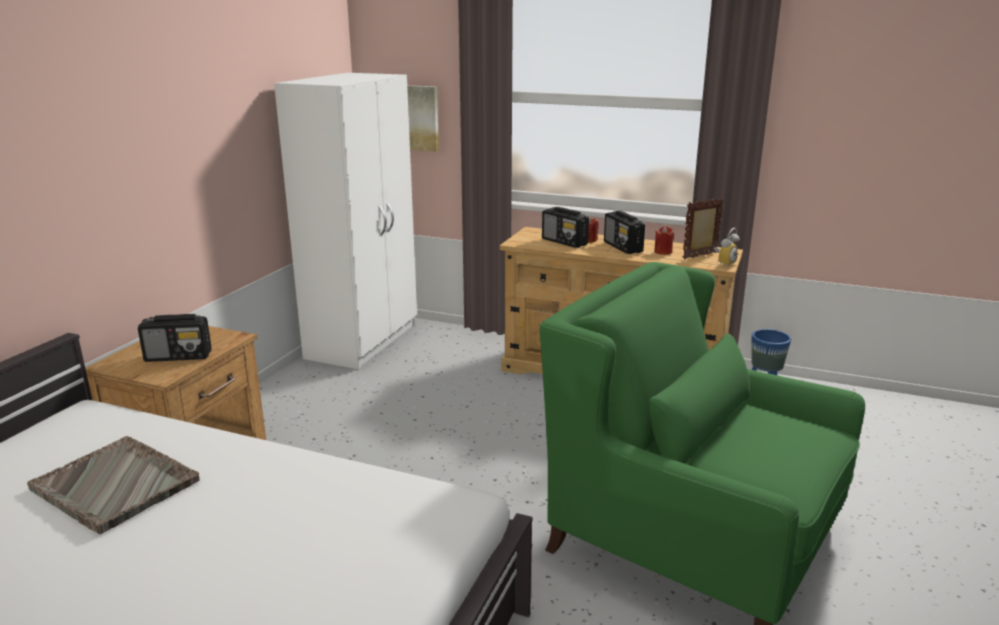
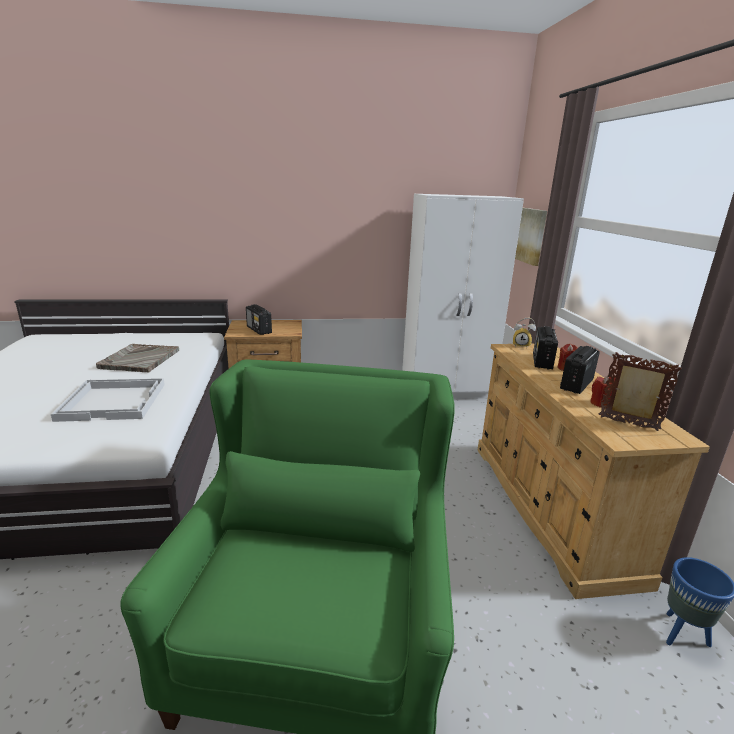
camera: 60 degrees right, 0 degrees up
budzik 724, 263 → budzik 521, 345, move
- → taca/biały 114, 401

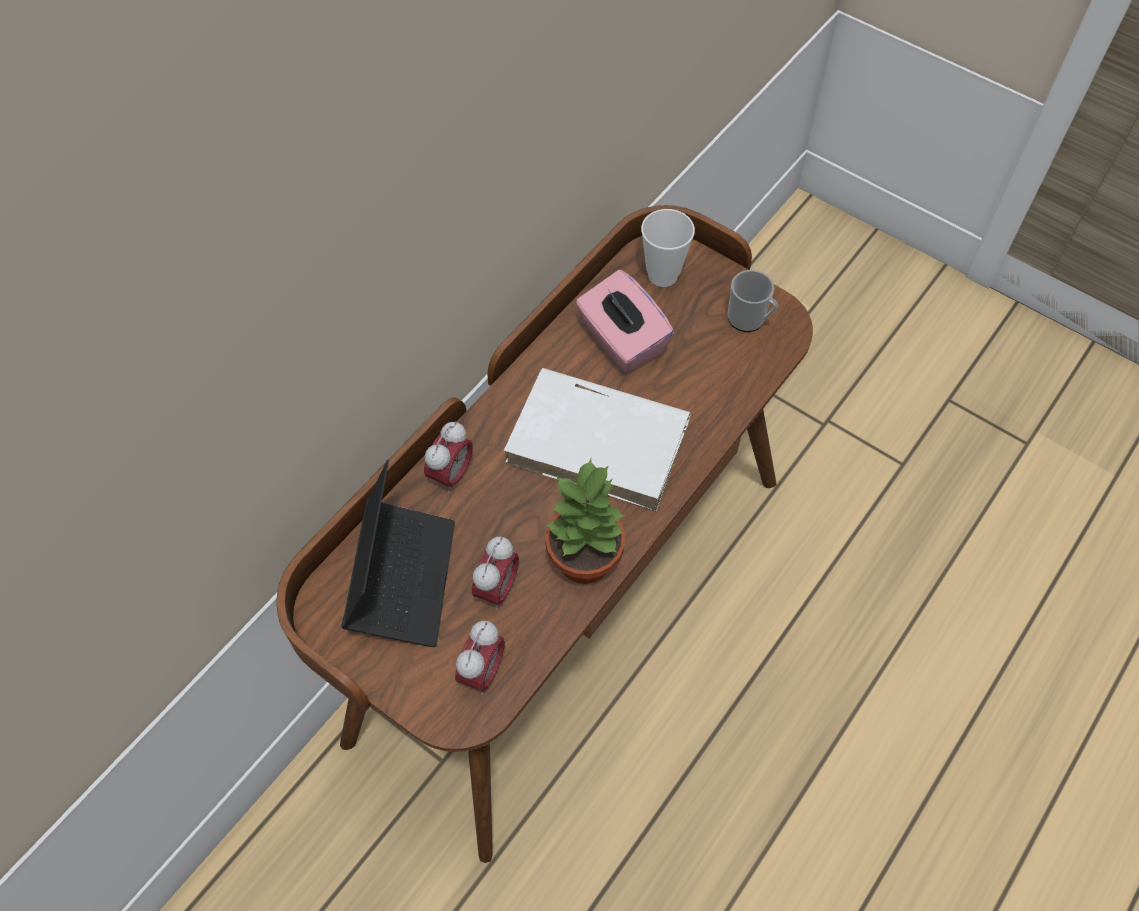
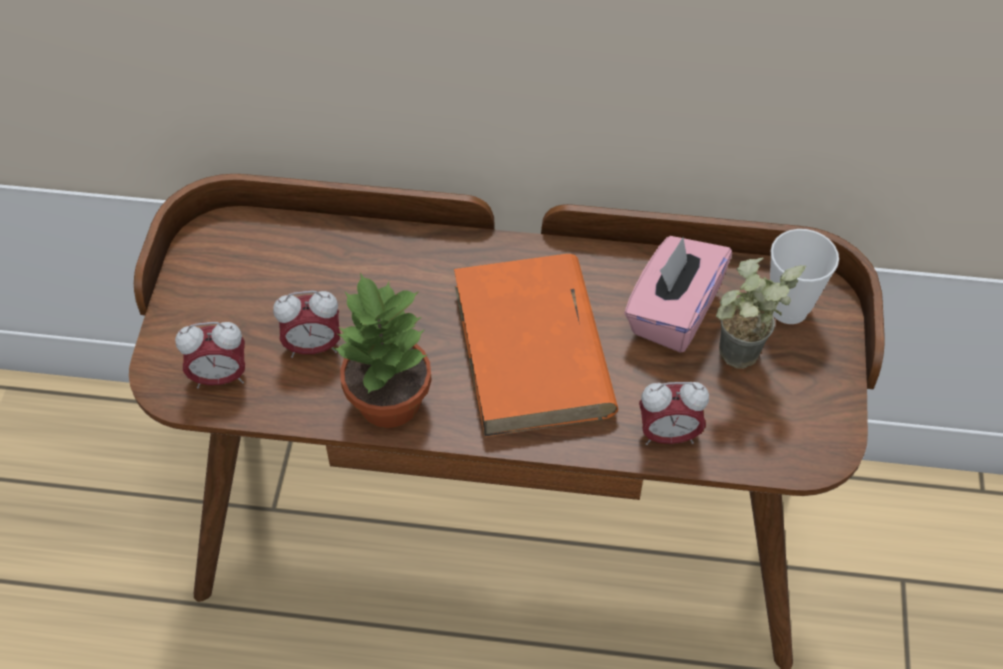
camera: 60 degrees right, 5 degrees down
laptop 402, 579 → -
budzik 451, 474 → budzik 668, 435, move
książka/biały 599, 442 → książka/pomarańczowy 533, 351
kubek 750, 319 → -
- → roślina doniczkowa 736, 364

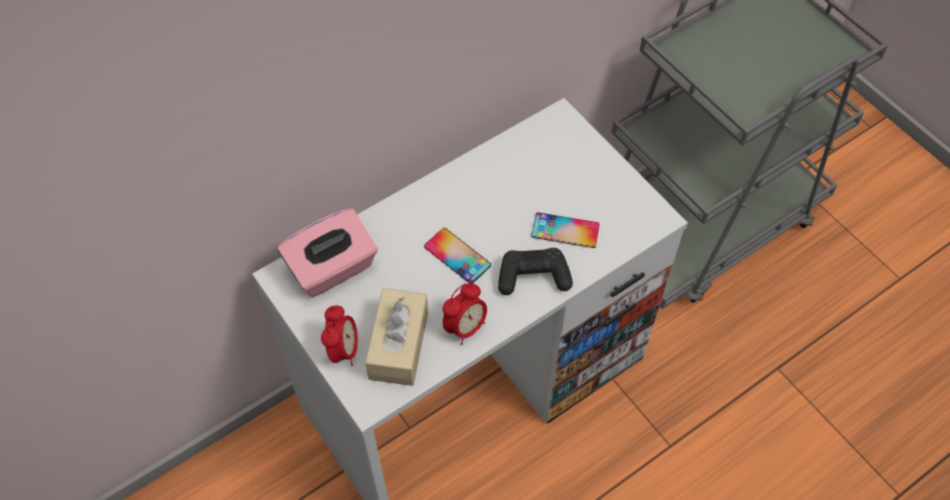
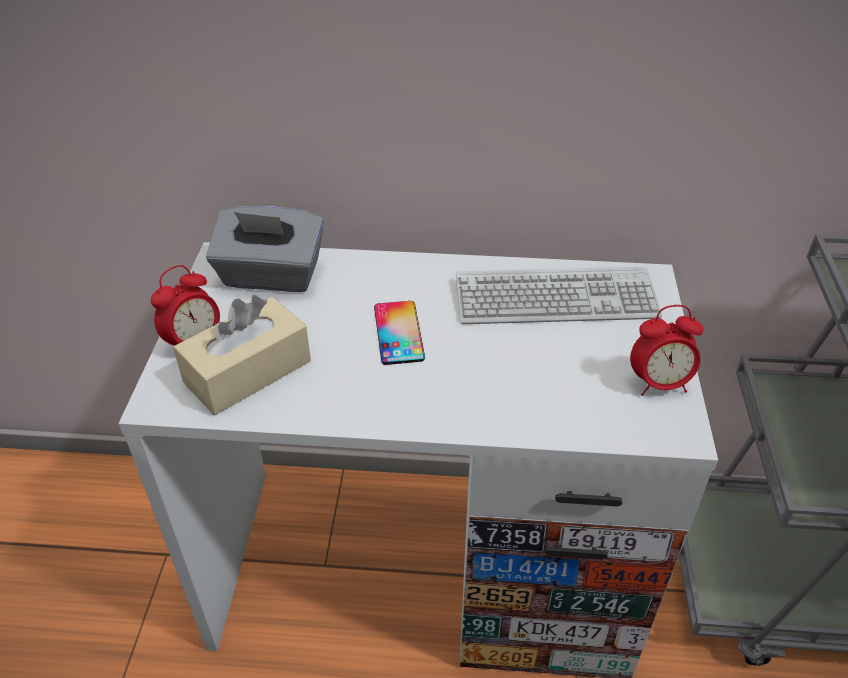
camera: 40 degrees right, 15 degrees down
pudełko chusteczek/różowy 332, 269 → pudełko chusteczek/szary 271, 276
budzik 465, 327 → budzik 659, 384, move
pad do gier/czarny 533, 277 → -
telefon 565, 230 → -
- → klawiatura 555, 299

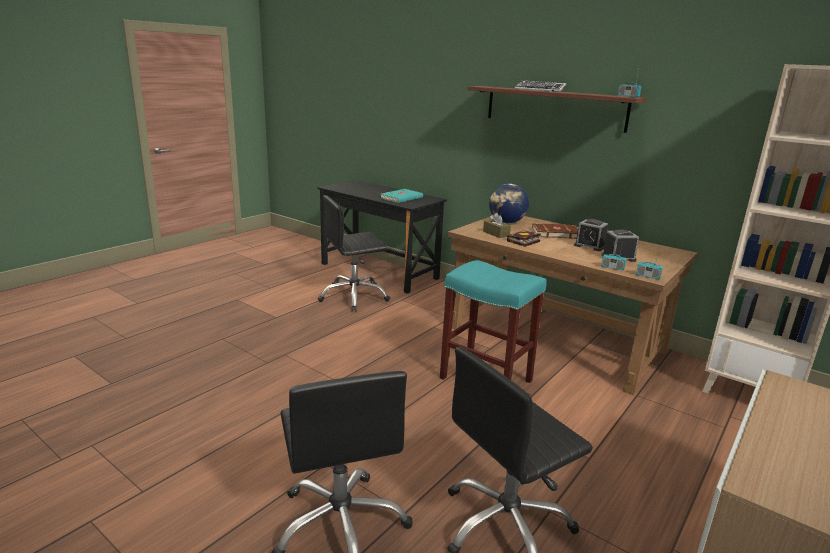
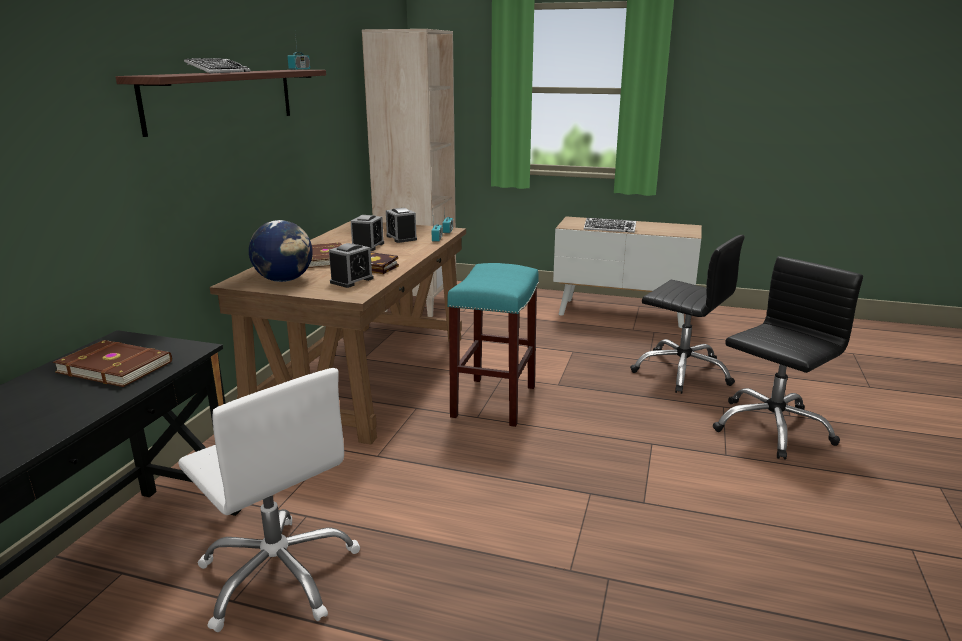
camera: 110 degrees left, 0 degrees up
krzesło biurowe/czarny 354, 297 → krzesło biurowe/biały 279, 574
książka/turkusowy 402, 198 → książka/brązowy 116, 366
pudełko chusteczek/brązowy 496, 233 → budzik 352, 280
- → klawiatura 609, 229

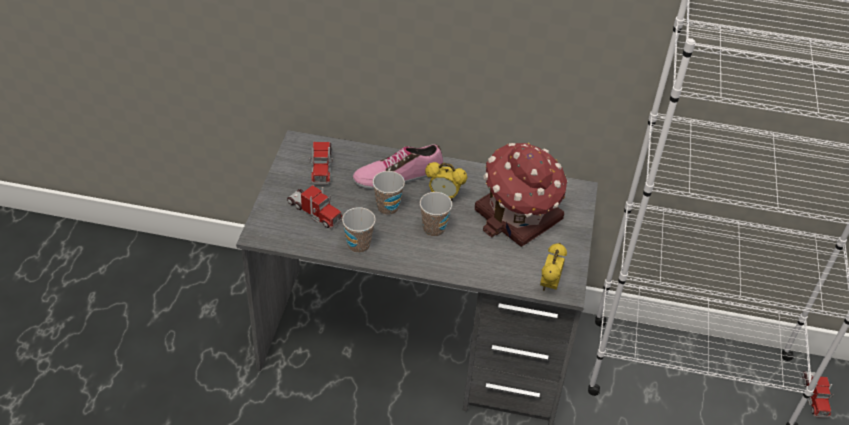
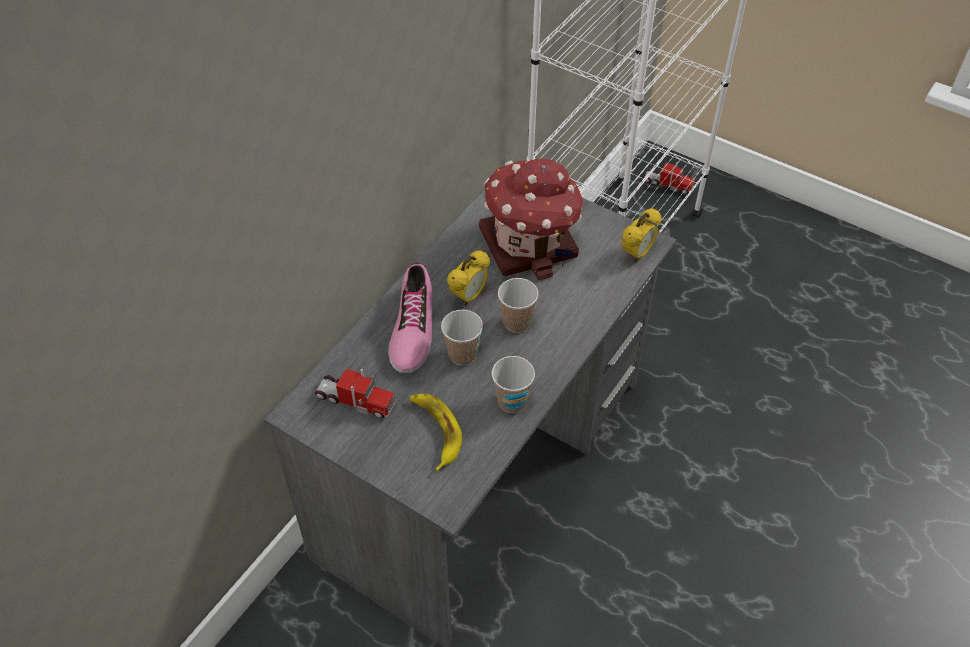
camera: 65 degrees left, 5 degrees up
ciężarówka zabawkowa 314, 212 → banan 435, 431
budzik 549, 284 → budzik 637, 254, 90 degrees counterclockwise

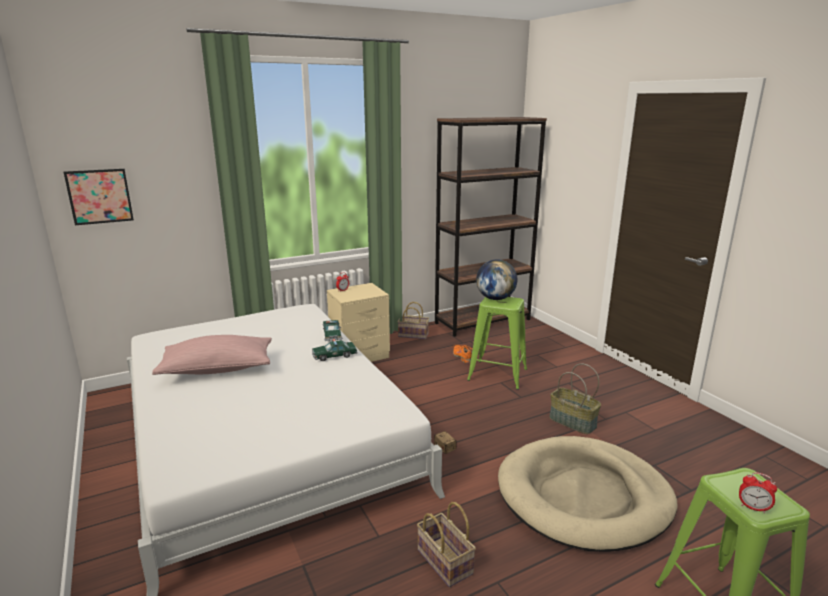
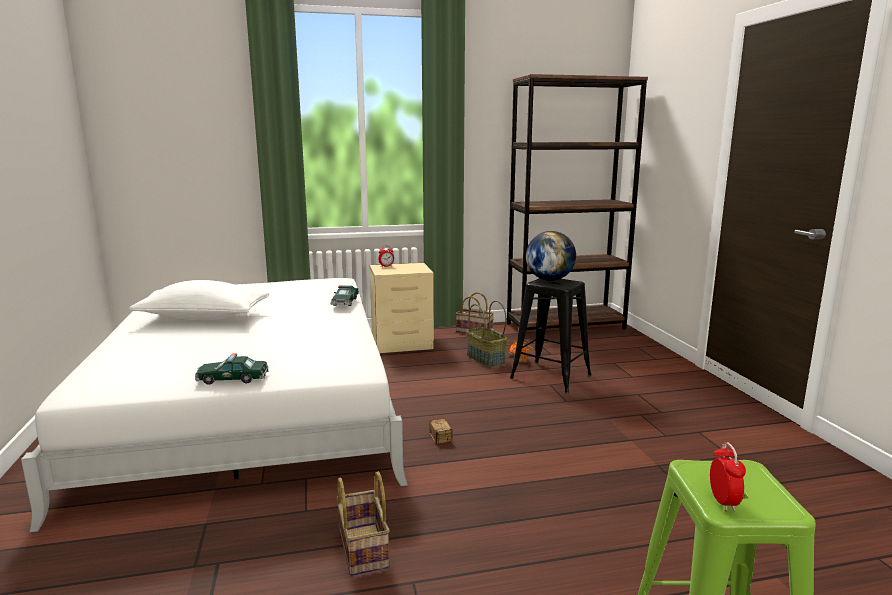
camera: 15 degrees right, 5 degrees down
obraz 99, 196 → -
poduszka/różowy 218, 369 → poduszka/biały 204, 317
samochodzik 334, 356 → samochodzik 233, 379, move
stołek/zielony 497, 374 → stołek/czarny 550, 376
legowisko/beżowy 583, 496 → -
koszyk 572, 422 → koszyk 485, 359, move
budzik 753, 507 → budzik 723, 502, 135 degrees counterclockwise

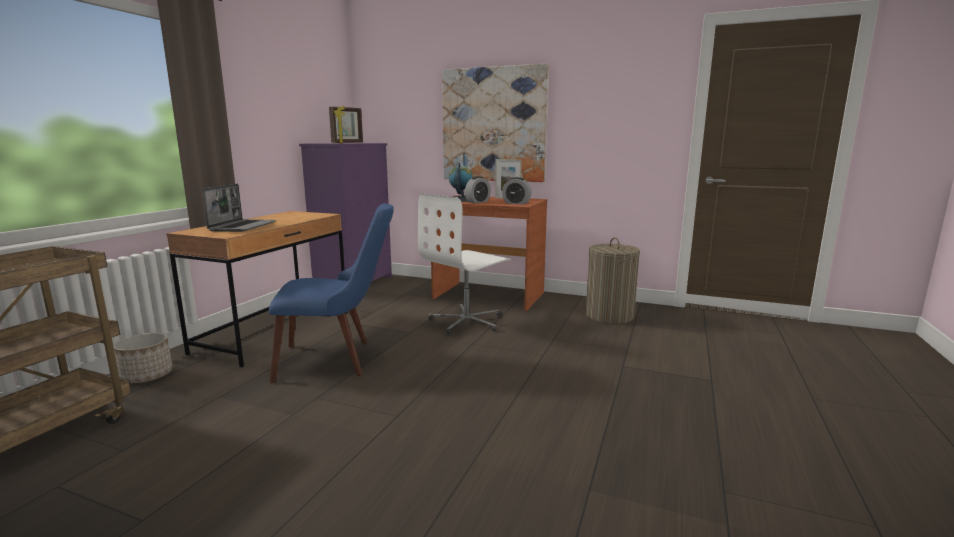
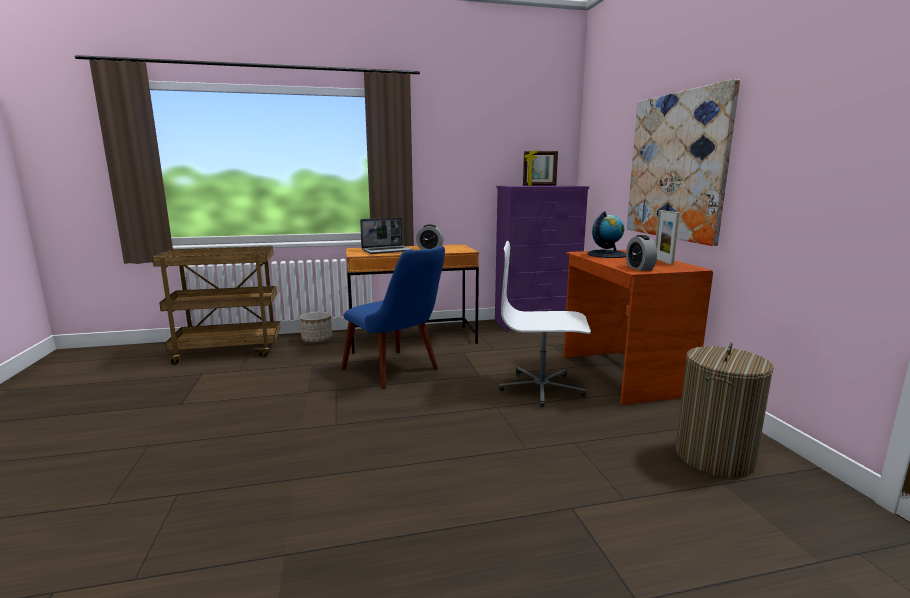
camera: 55 degrees right, 0 degrees up
budzik 477, 202 → budzik 430, 249, move

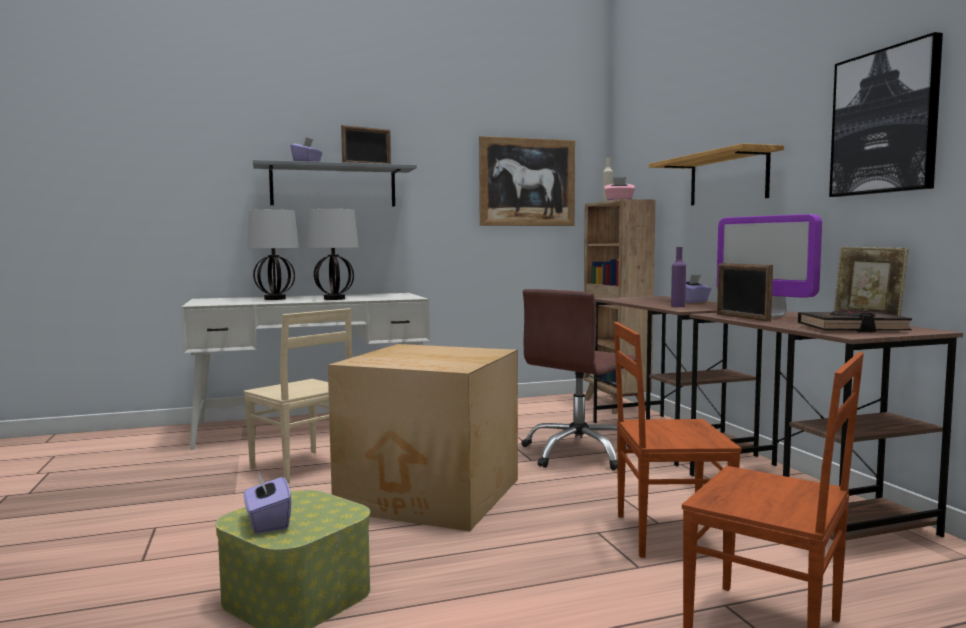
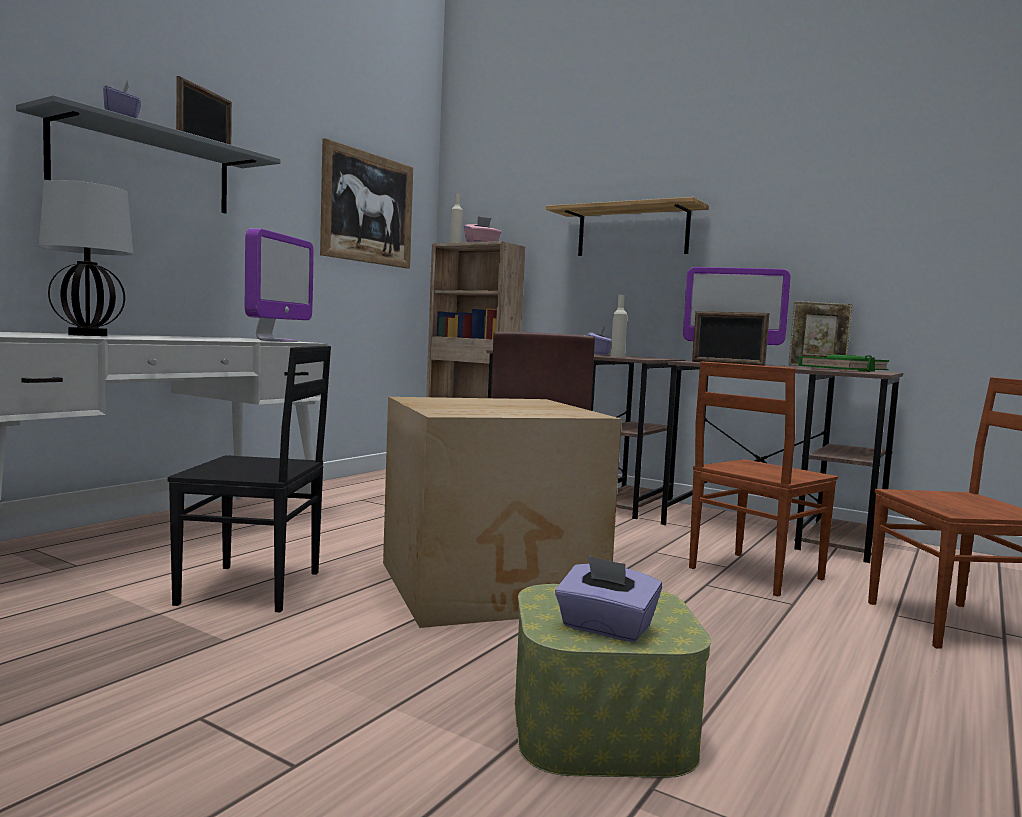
camera: 40 degrees left, 0 degrees up
krzesło/beżowy 301, 467 → krzesło/czarny 252, 589
lampa stołowa 334, 299 → -
butelka/fioletowy 678, 306 → butelka/beżowy 617, 356
książka/czarny 851, 328 → książka/zielony 843, 370
obraz 884, 122 → -
- → monitor 277, 341

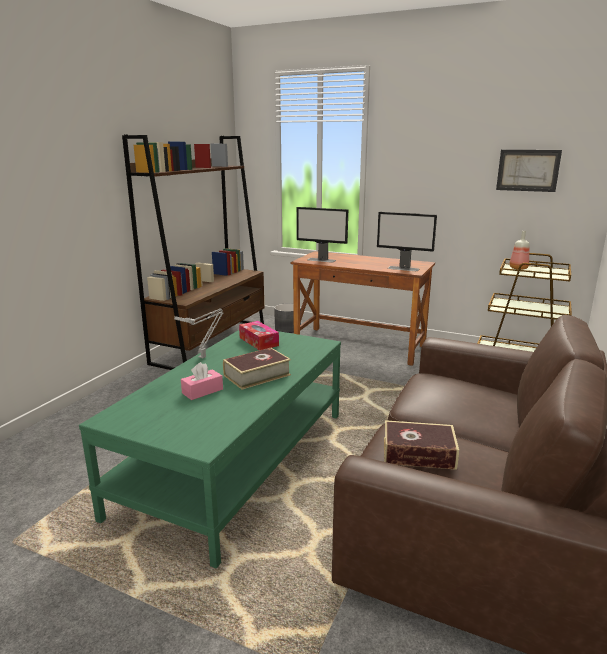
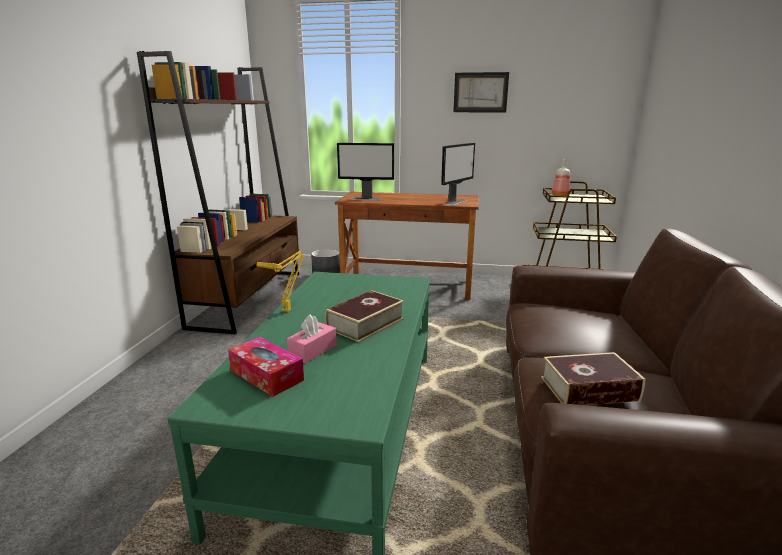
camera: 15 degrees left, 0 degrees up
lampa stołowa/szary 203, 357 → lampa stołowa/żółty 287, 310
pudełko chusteczek 258, 341 → pudełko chusteczek 266, 375, move
monitor 403, 268 → monitor 455, 202, 60 degrees counterclockwise
obraz 528, 170 → obraz 480, 92, move

